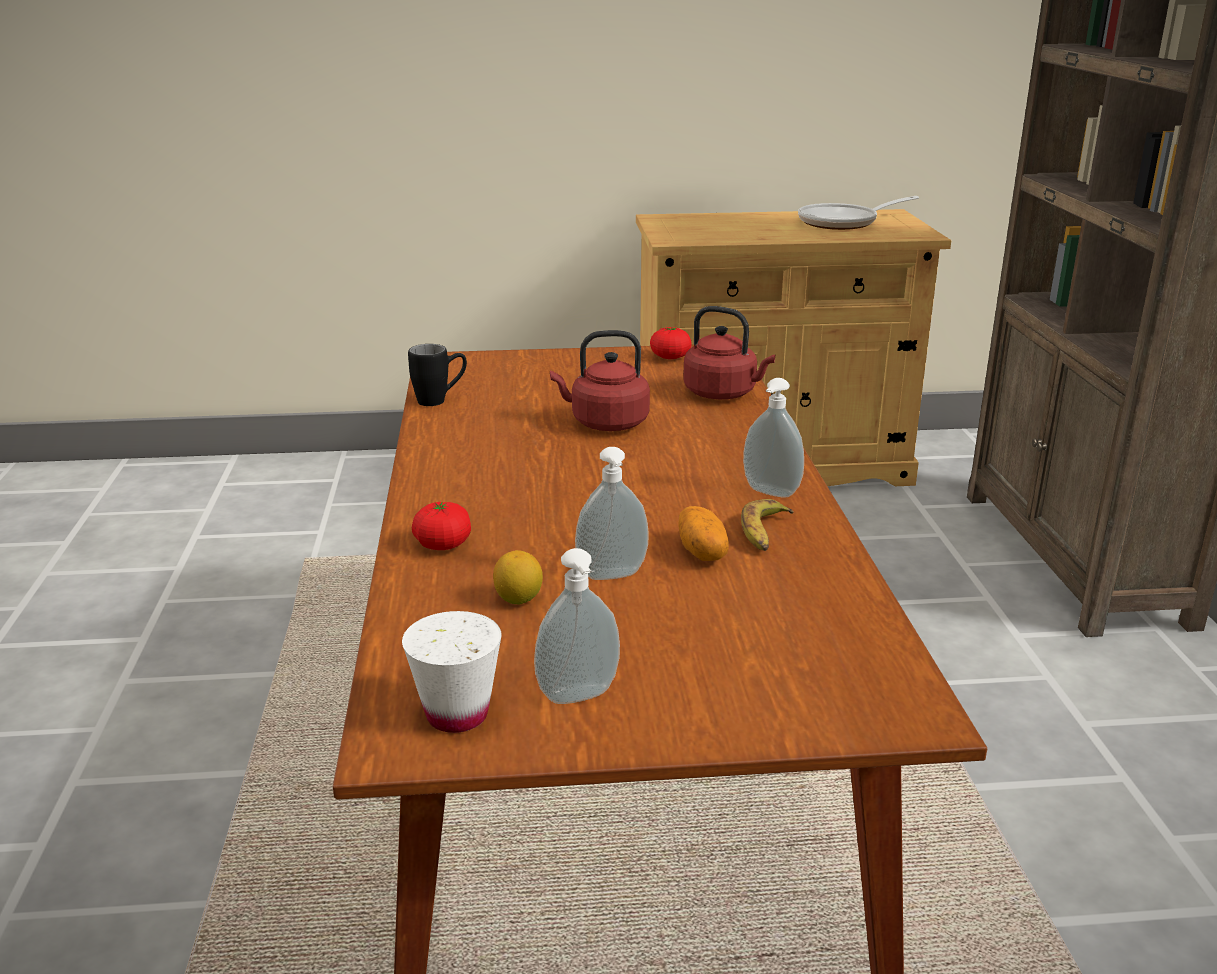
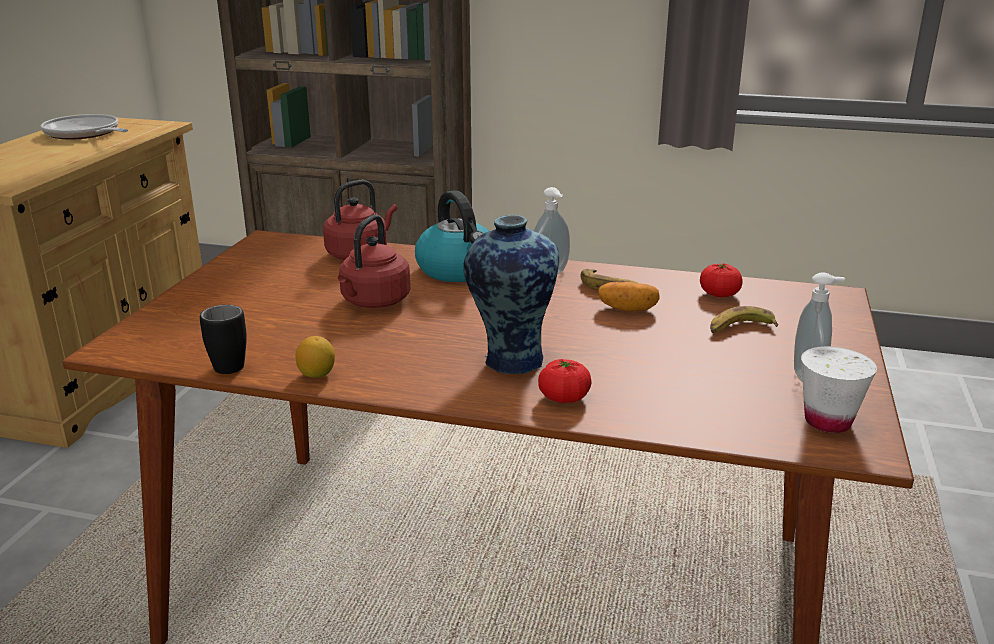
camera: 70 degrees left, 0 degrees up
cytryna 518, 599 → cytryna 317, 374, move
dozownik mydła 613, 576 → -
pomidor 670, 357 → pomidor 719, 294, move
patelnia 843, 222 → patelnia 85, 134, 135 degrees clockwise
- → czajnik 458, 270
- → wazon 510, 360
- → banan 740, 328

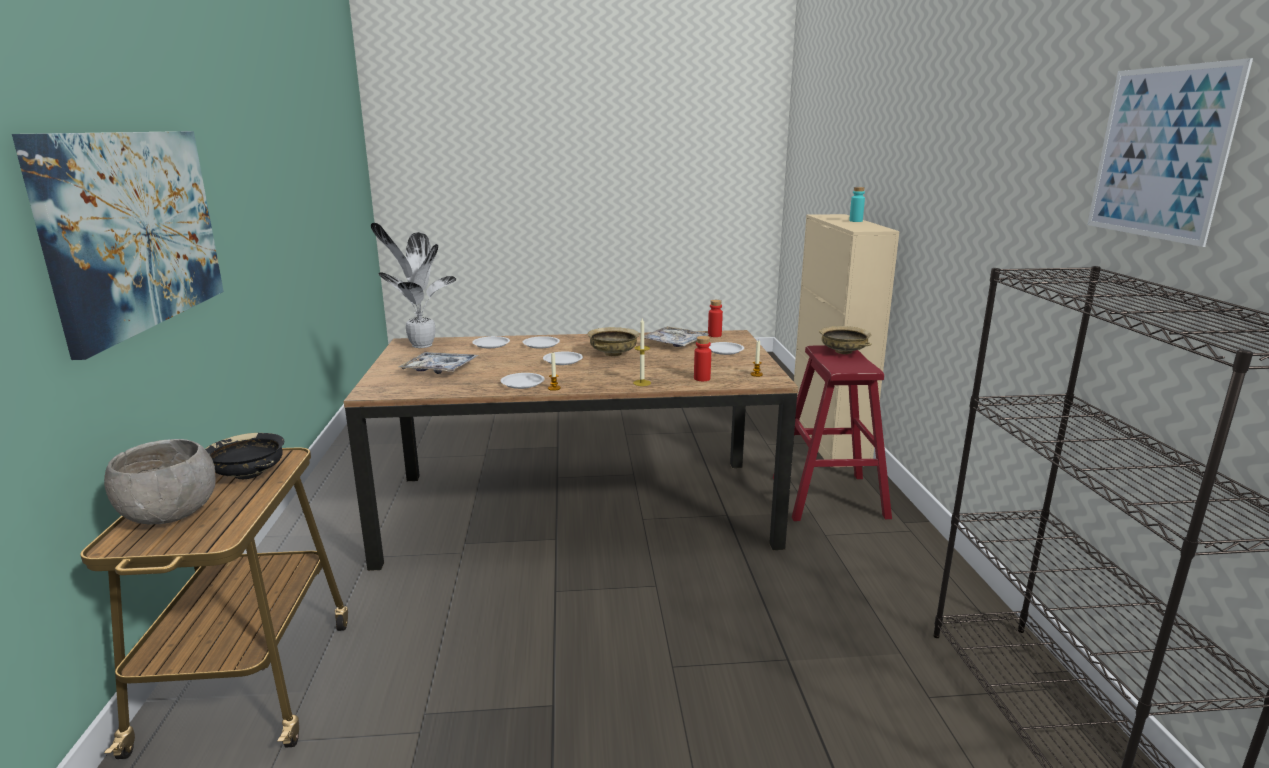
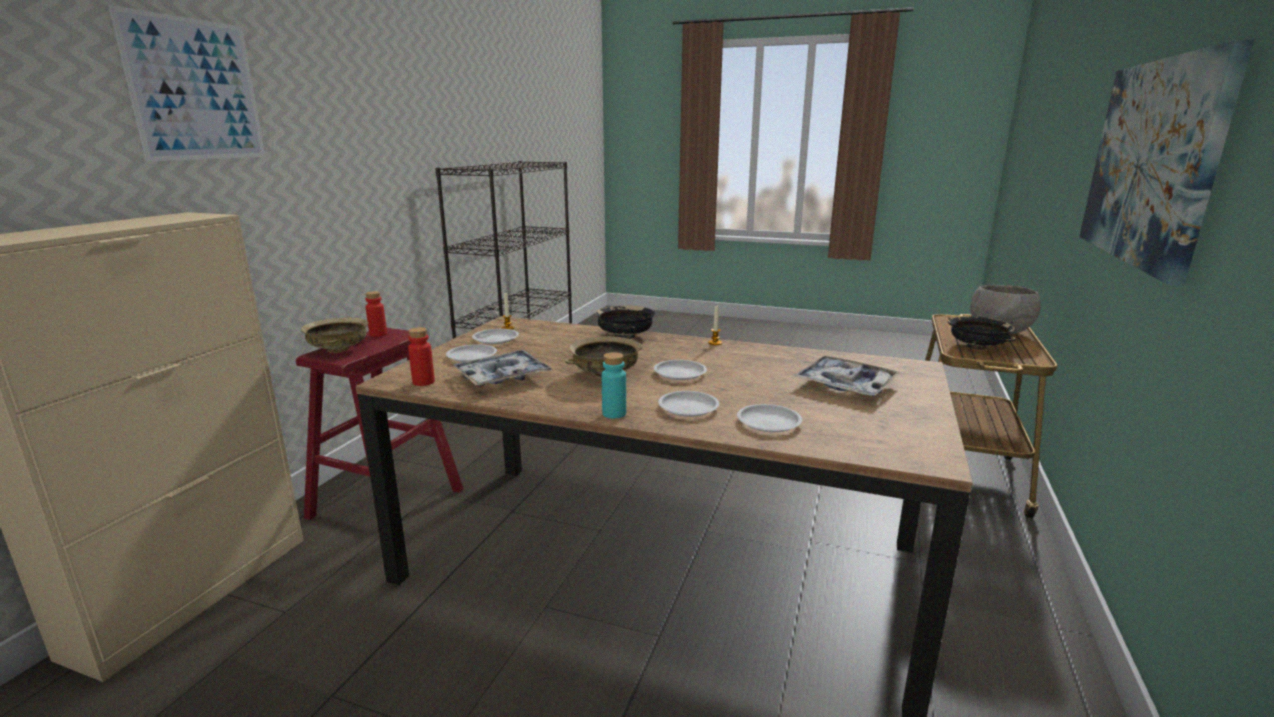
camera: 155 degrees left, 0 degrees up
roślina doniczkowa 420, 345 → -
talerz/biały 522, 383 → talerz/biały 495, 339, move
świeca 642, 383 → miska/czarny 625, 336
butelka/czerwony 702, 378 → butelka/czerwony 378, 334, move
butelka/turkusowy 855, 221 → butelka/turkusowy 614, 413, move
obraz 1159, 153 → obraz 195, 90, move

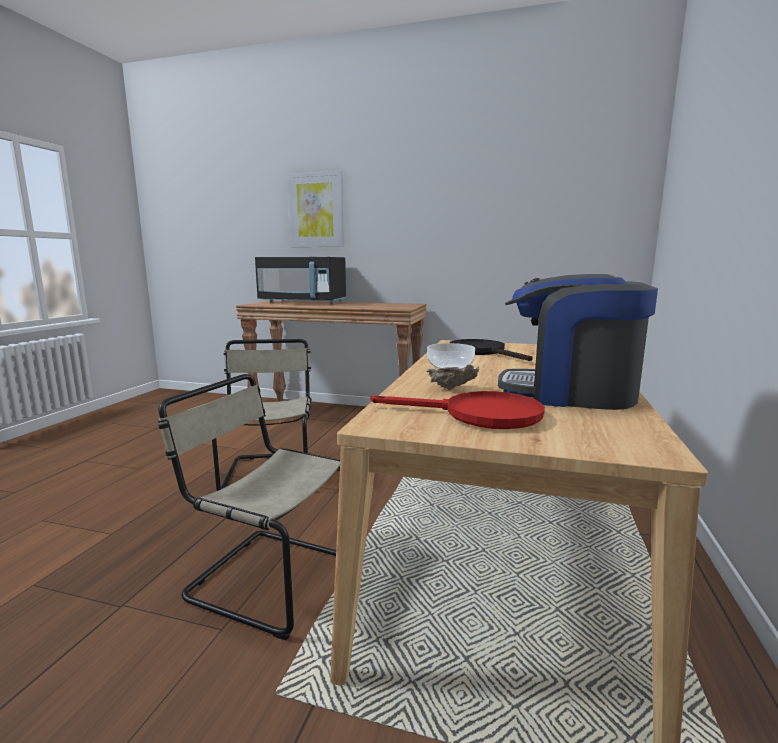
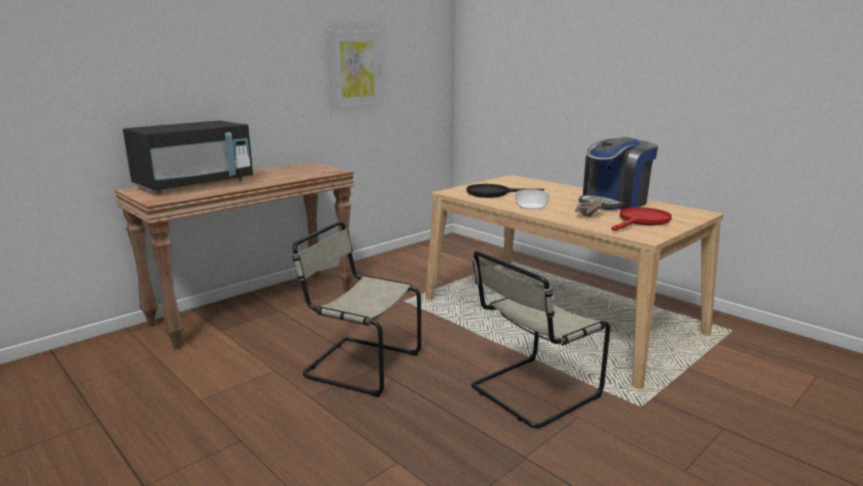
camera: 60 degrees left, 5 degrees up
obraz 316, 210 → obraz 355, 69, move

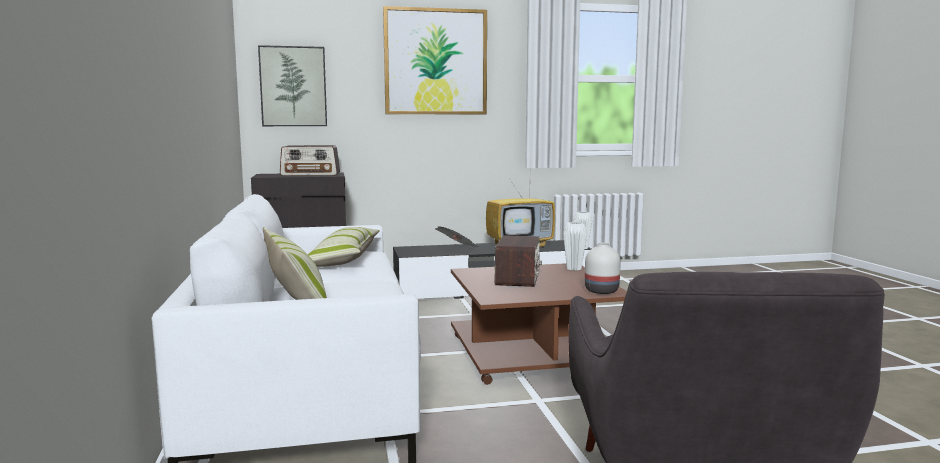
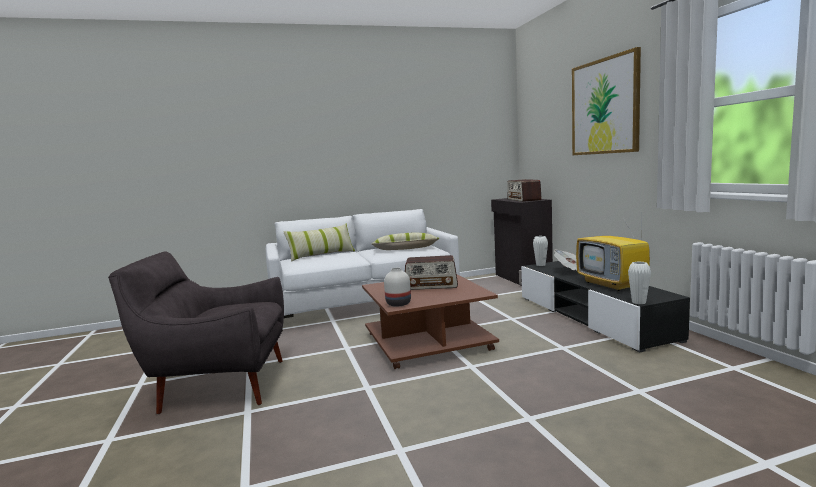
camera: 85 degrees right, 0 degrees up
obraz 293, 86 → -
wazon/biały 574, 268 → wazon/biały 540, 265, move

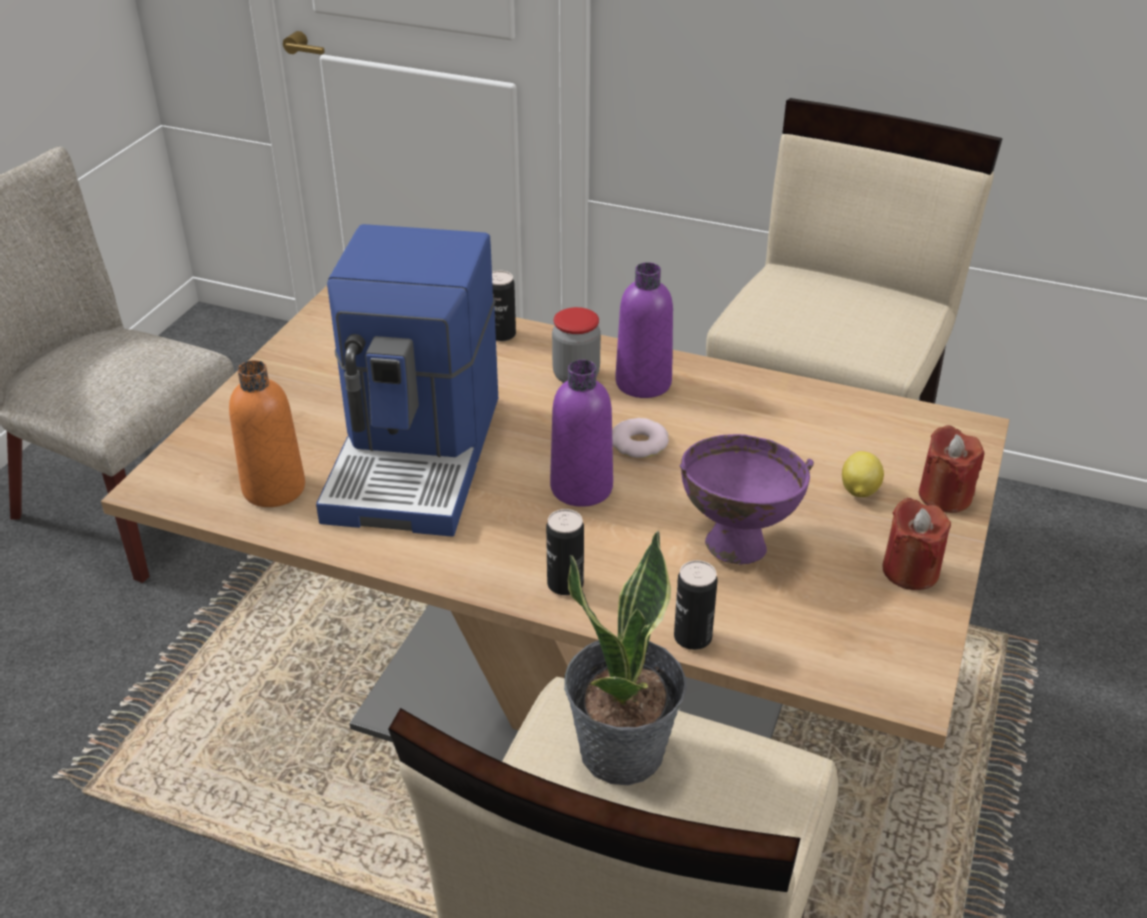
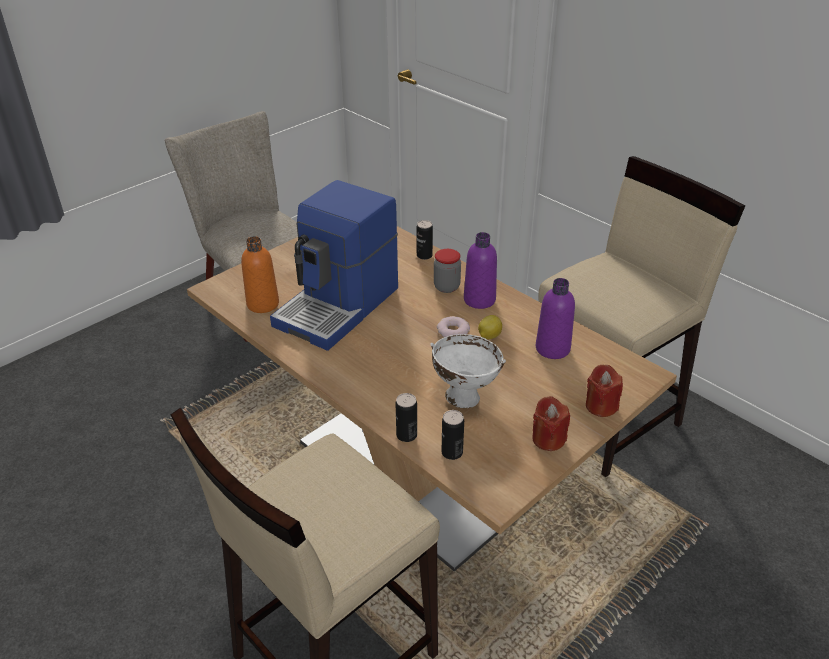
camera: 25 degrees right, 0 degrees up
puszka 565, 584 → puszka 452, 452, move
butelka/fioletowy 581, 488 → butelka/fioletowy 552, 348, move
roślina doniczkowa 623, 752 → -
miska/fioletowy 735, 543 → miska/biały 464, 396
cytryna 858, 491 → cytryna 489, 336, move

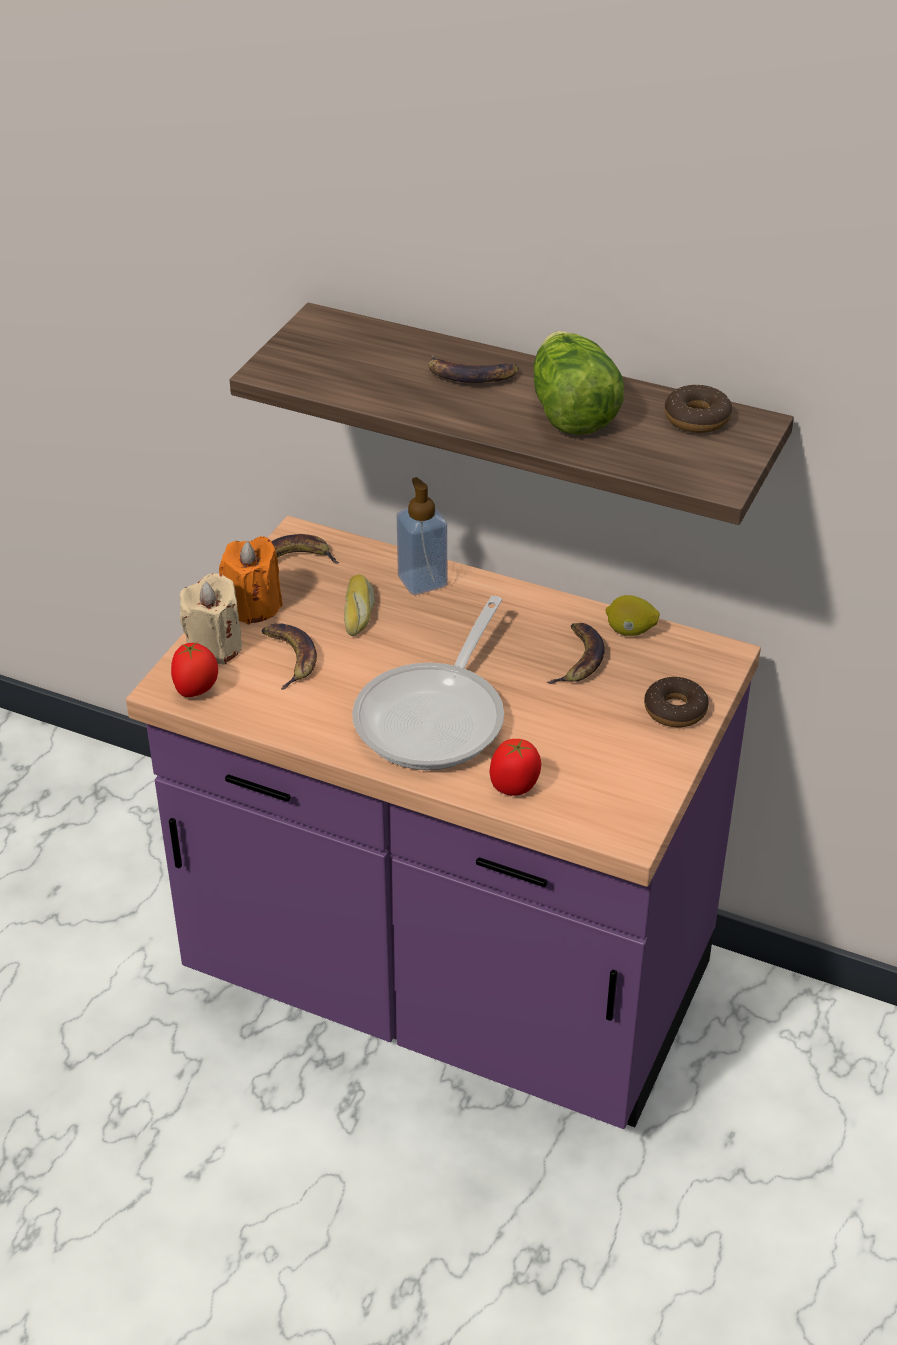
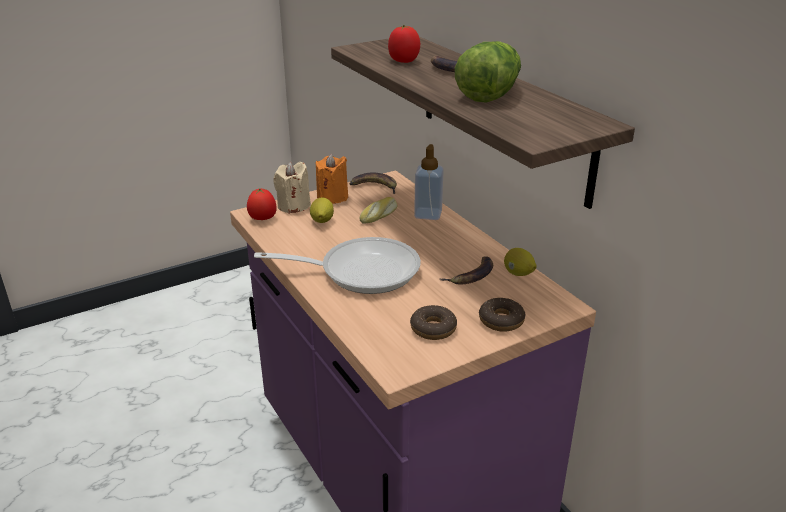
camera: 35 degrees right, 10 degrees down
banan 289, 657 → cytryna 322, 221
patelnia 436, 716 → patelnia 360, 271, 150 degrees counterclockwise
pomidor 515, 787 → pomidor 403, 61, move
donut 697, 418 → donut 433, 328, move

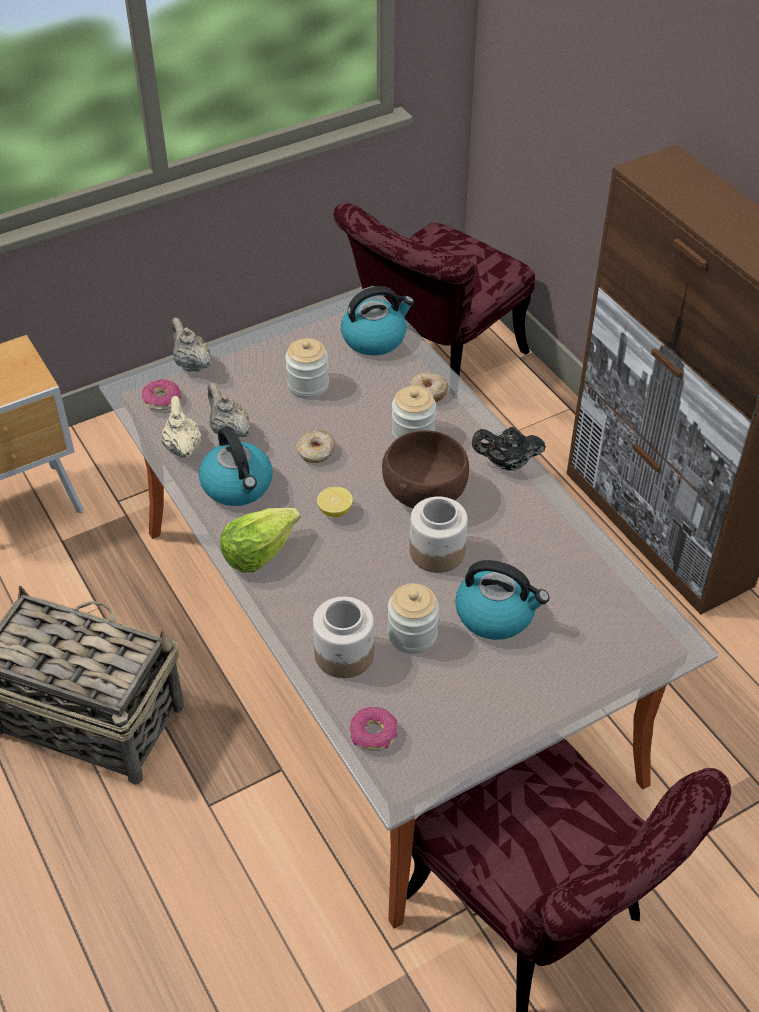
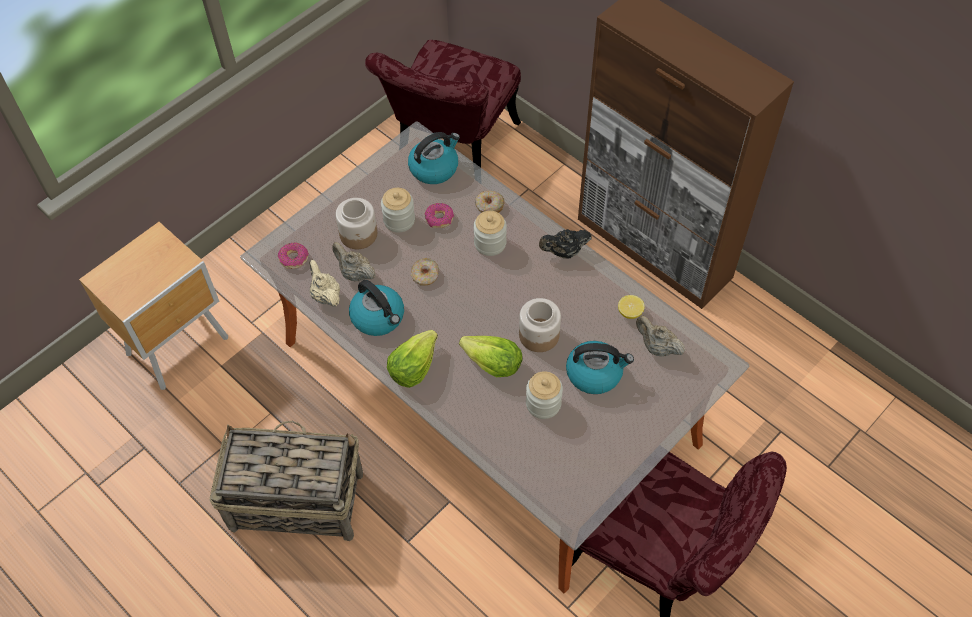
camera: 15 degrees left, 10 degrees up
imbryk/beżowy 191, 364 → imbryk/beżowy 657, 347, move
słoik 344, 655 → słoik 359, 234, move
cytryna 335, 511 → cytryna 630, 312, move
donut 373, 734 → donut 439, 219, move
miska/brązowy 423, 493 → -
- → sałata 492, 364

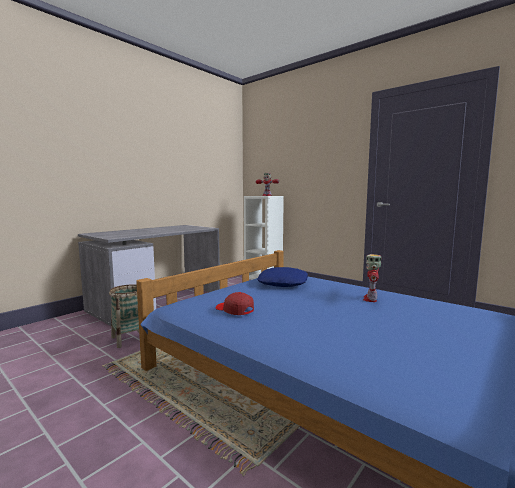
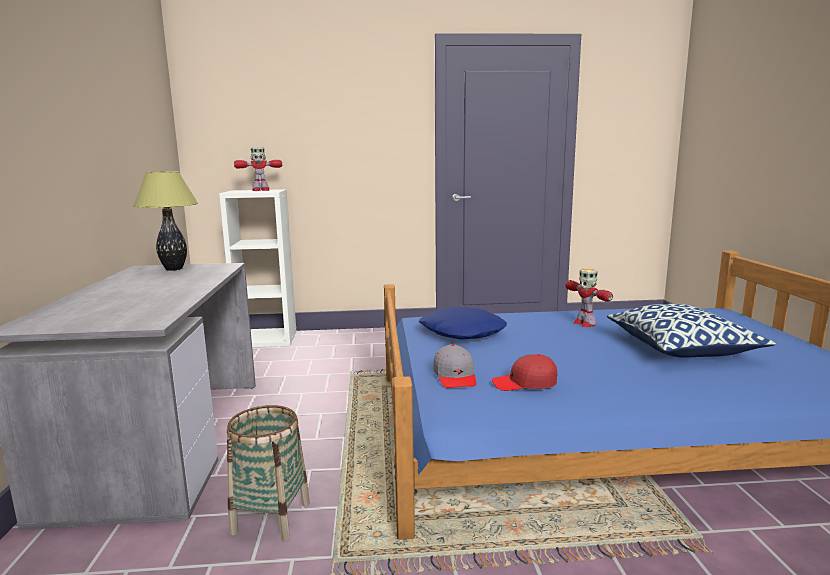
camera: 45 degrees left, 5 degrees up
- → lampa stołowa 173, 269
- → czapka z daszkiem/szary 455, 376
- → poduszka 682, 348

